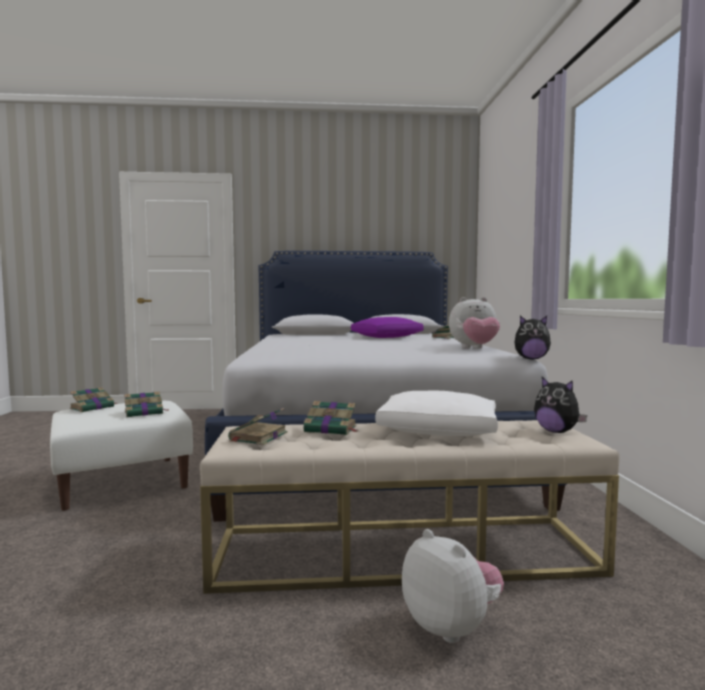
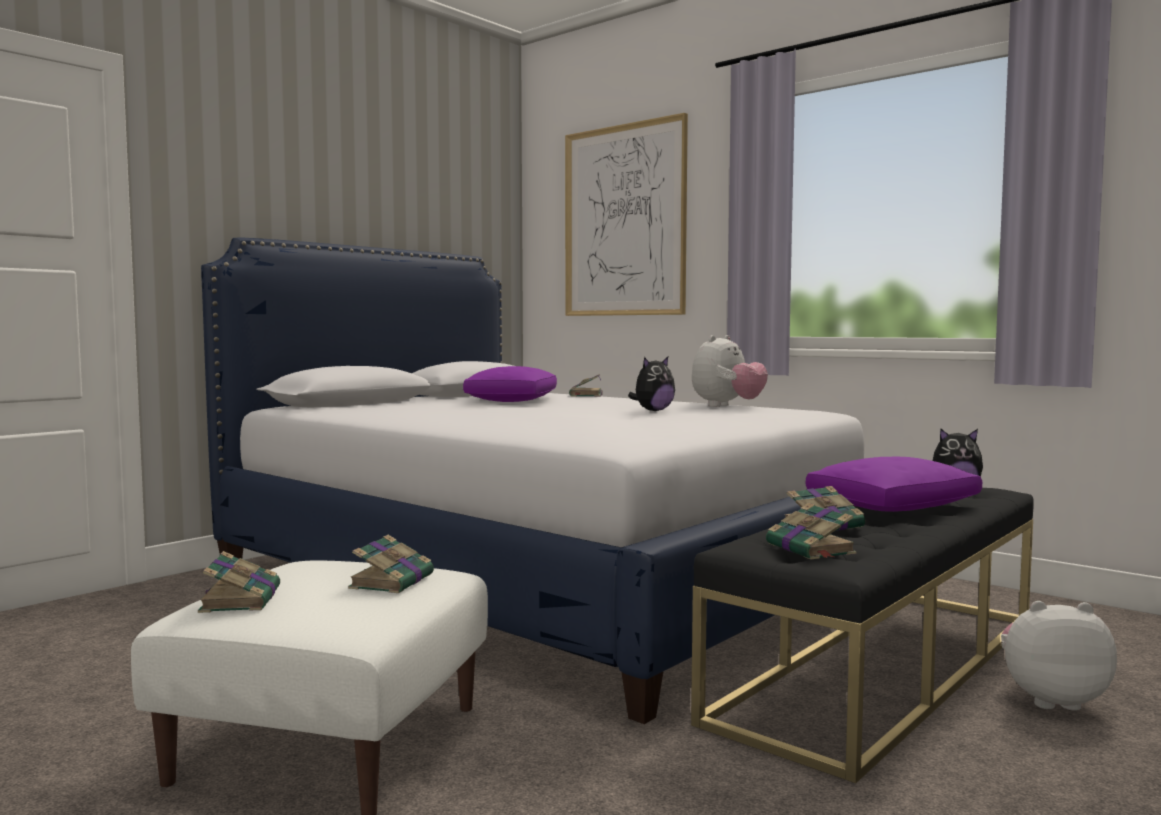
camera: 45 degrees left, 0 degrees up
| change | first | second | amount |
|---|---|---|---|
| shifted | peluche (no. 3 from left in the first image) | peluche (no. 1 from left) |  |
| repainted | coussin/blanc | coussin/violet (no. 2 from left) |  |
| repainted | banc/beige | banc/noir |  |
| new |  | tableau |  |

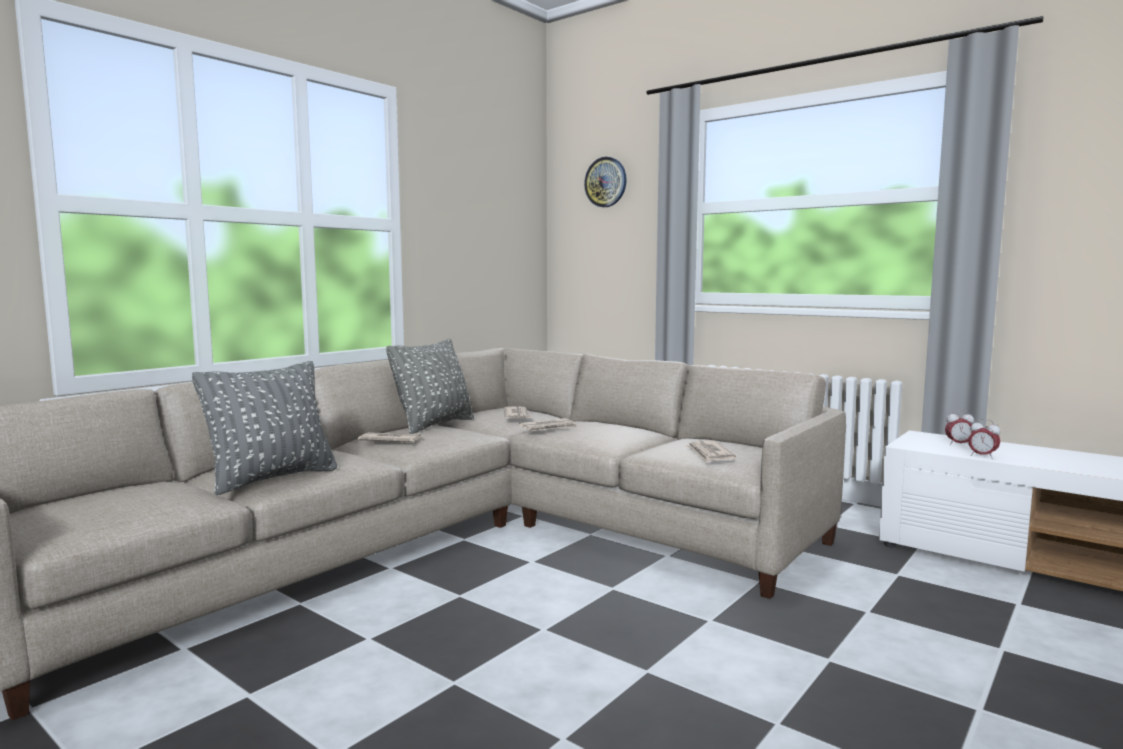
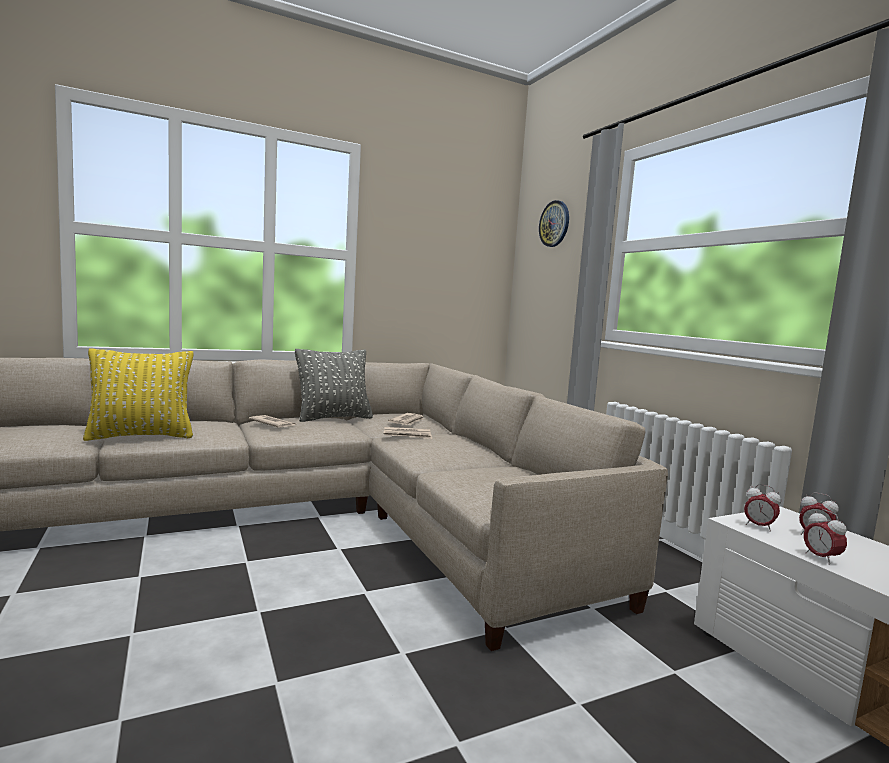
camera: 25 degrees right, 0 degrees up
| change | first | second | amount |
|---|---|---|---|
| repainted | coussin/gris (no. 1 from left) | coussin/jaune |  |
| gone | journal (no. 4 from left) |  |  |
| new |  | réveil (no. 1 from left) |  |

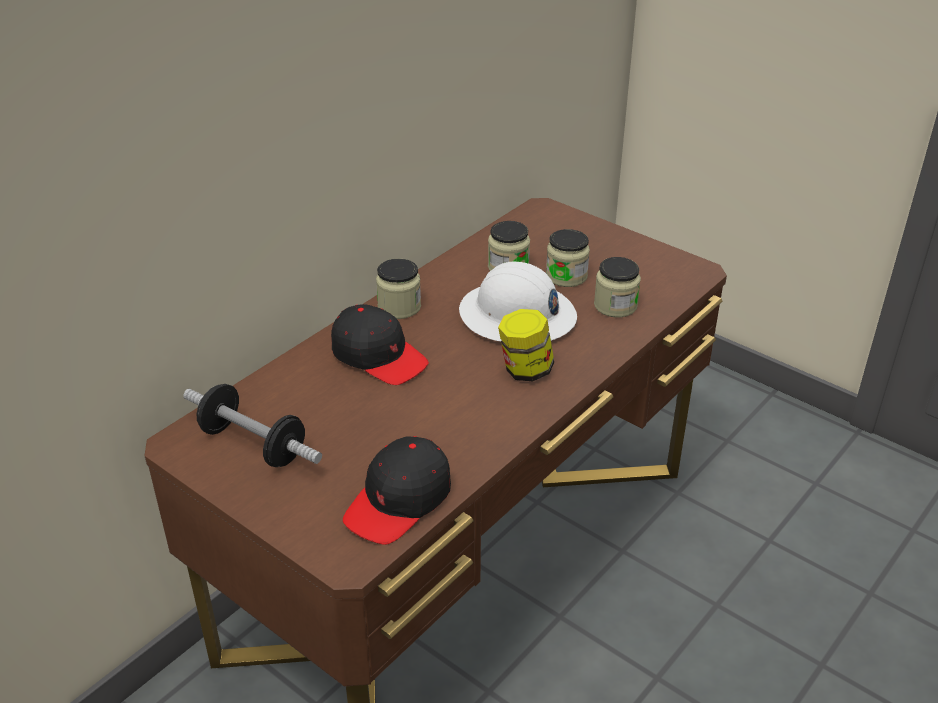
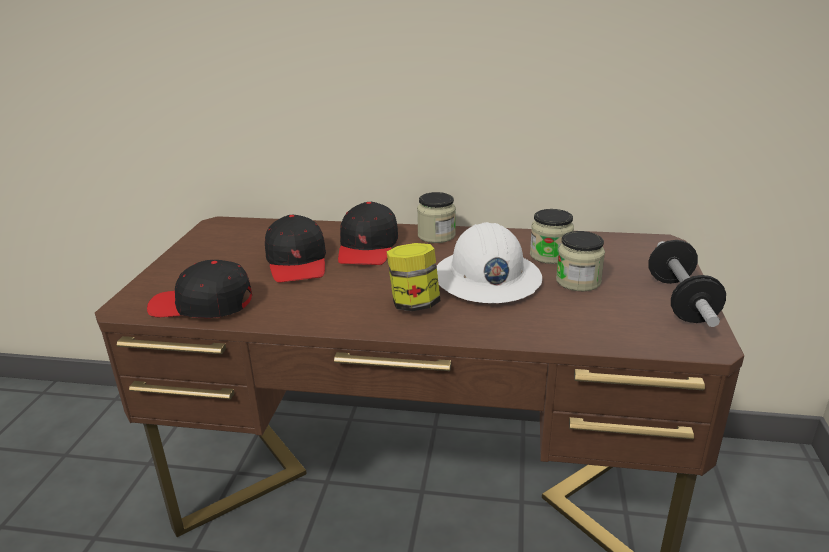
camera: 60 degrees right, 10 degrees down
| change | first | second | amount |
|---|---|---|---|
| gone | bocal (no. 5 from left) |  |  |
| shifted | haltère |  |  |
| new |  | casquette/noir (no. 2 from left) |  |

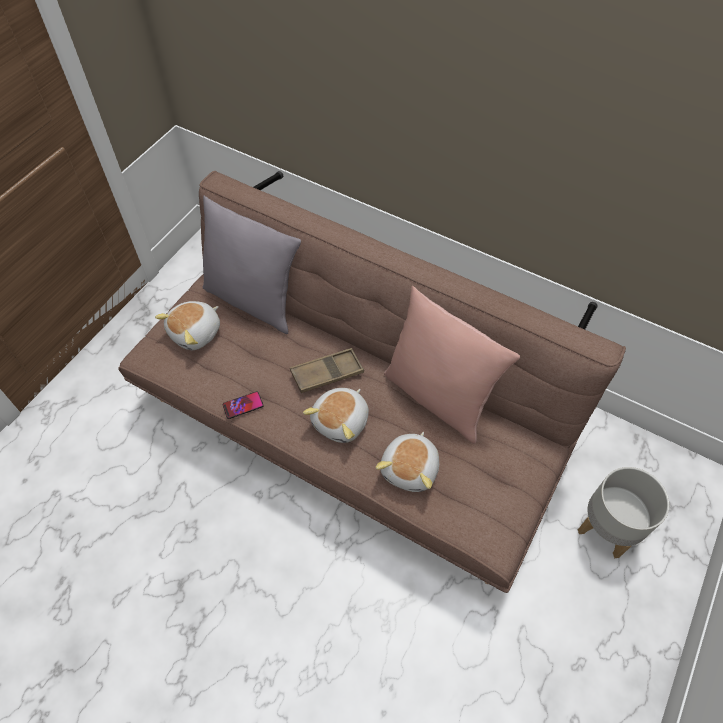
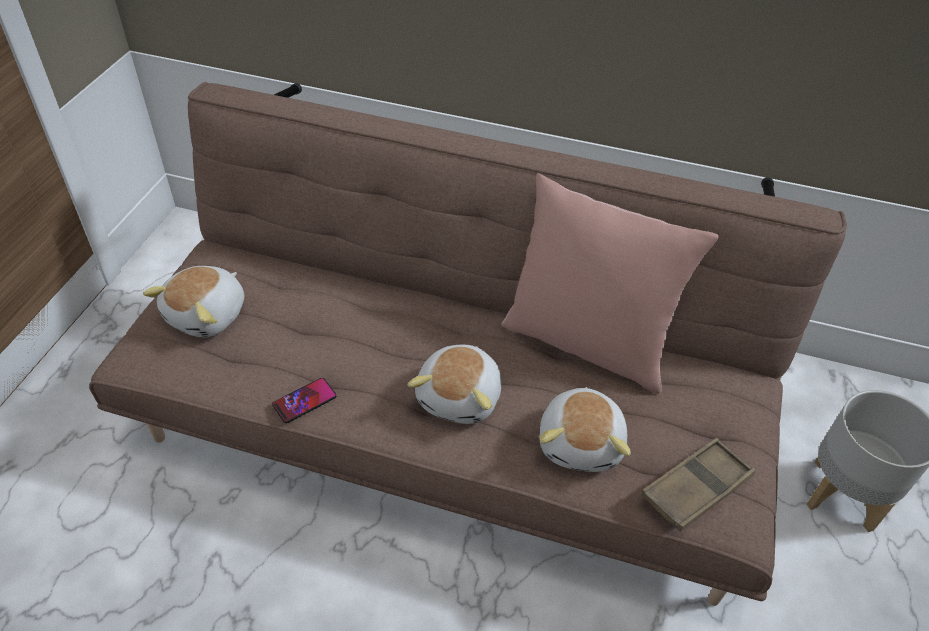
camera: 15 degrees left, 10 degrees down
| change | first | second | amount |
|---|---|---|---|
| gone | coussin/gris |  |  |
| shifted | plateau/marron |  |  |

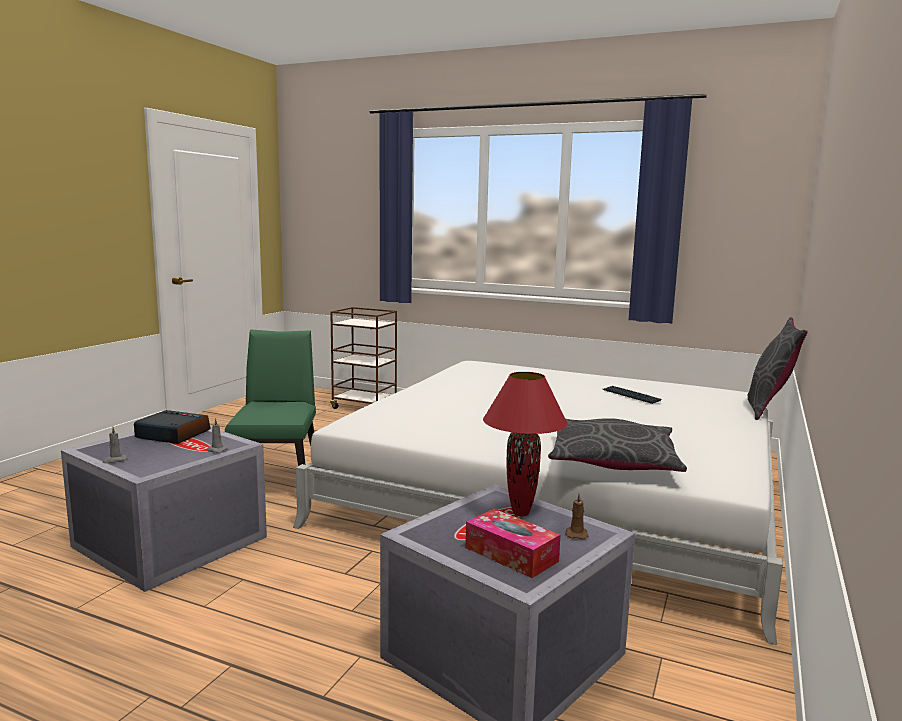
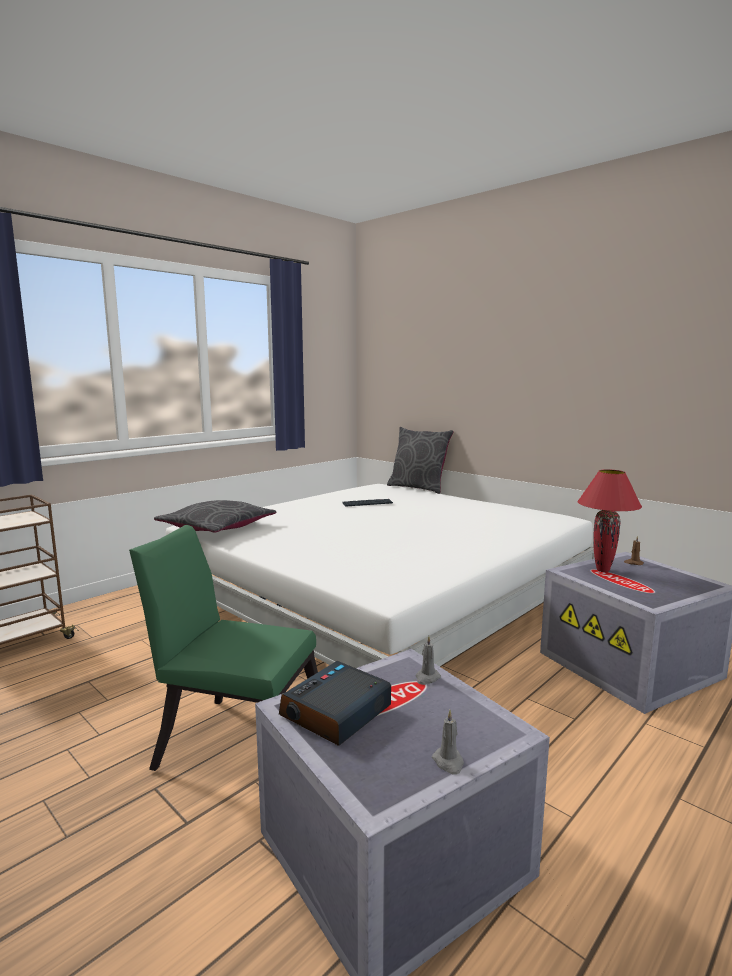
camera: 70 degrees left, 0 degrees up
| change | first | second | amount |
|---|---|---|---|
| shifted | coussin/gris (no. 1 from left) |  |  |
| gone | boîte à mouchoirs |  |  |

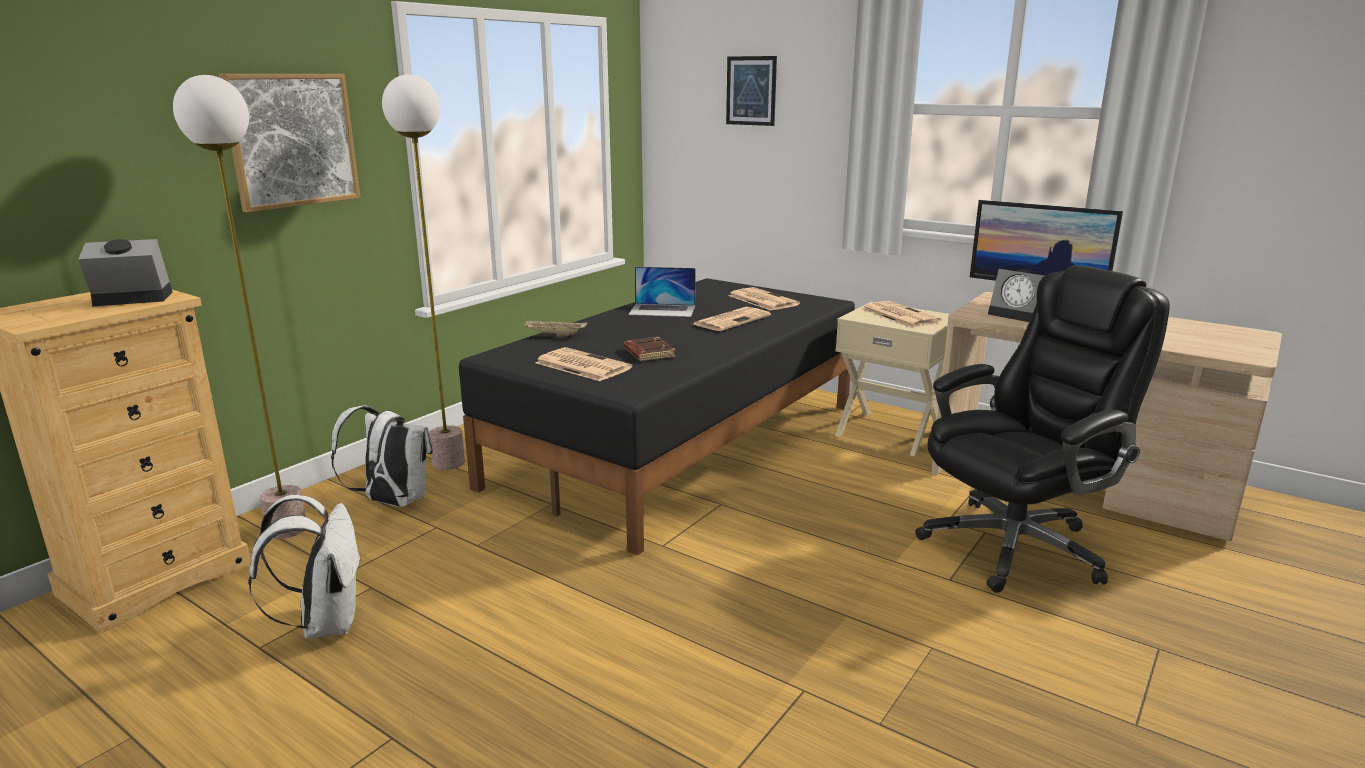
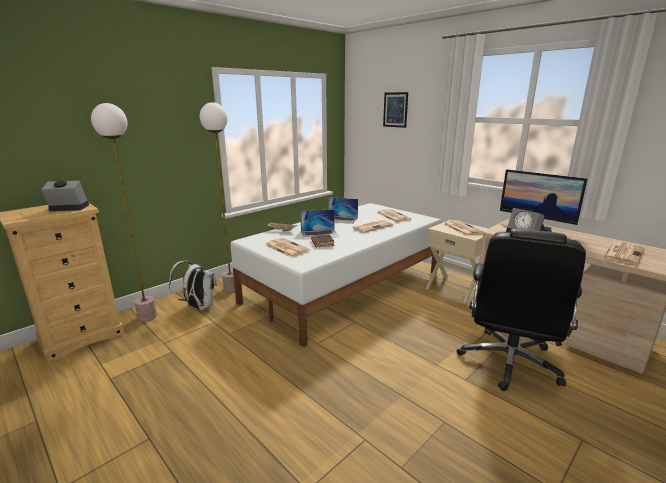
camera: 10 degrees right, 0 degrees up
| change | first | second | amount |
|---|---|---|---|
| gone | tableau (no. 1 from left) |  |  |
| rotated | chaise de bureau/noir |  | 135 degrees clockwise |
| repainted | lit/noir | lit/blanc |  |
| gone | sac à dos/blanc (no. 1 from left) |  |  |
| new |  | ordinateur portable (no. 1 from left) |  |
| new |  | journal (no. 5 from left) |  |

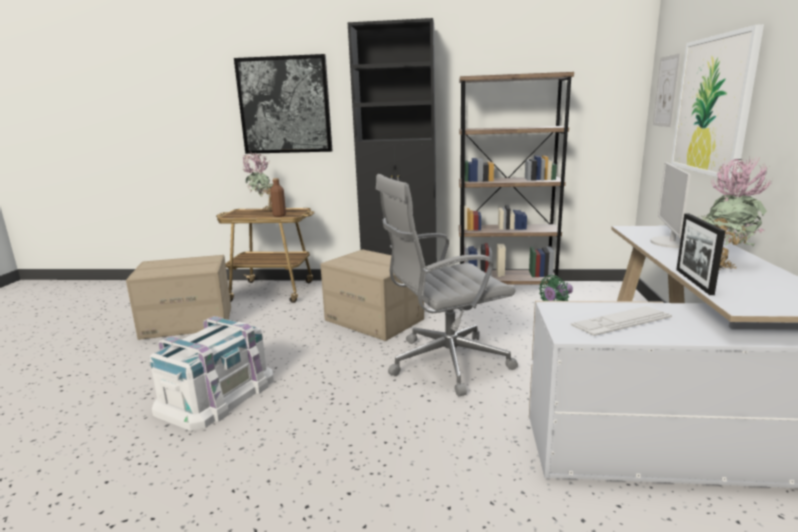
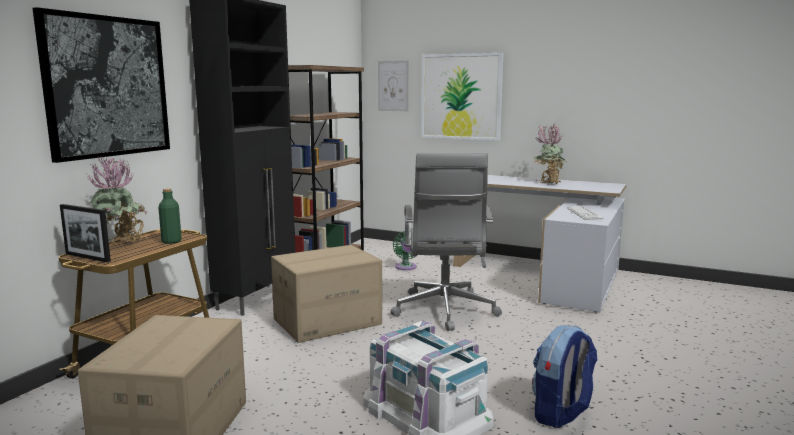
camera: 70 degrees left, 5 degrees down
| change | first | second | amount |
|---|---|---|---|
| gone | écran d'ordinateur |  |  |
| repainted | bouteille/marron | bouteille/vert |  |
| shifted | cadre photo |  |  |
| new |  | sac à dos |  |

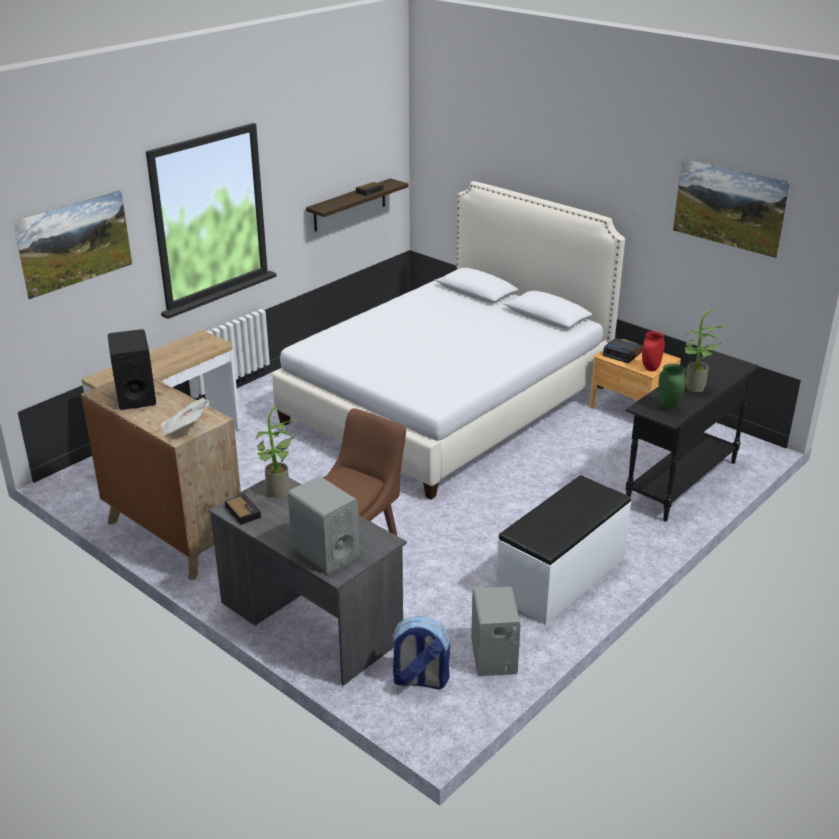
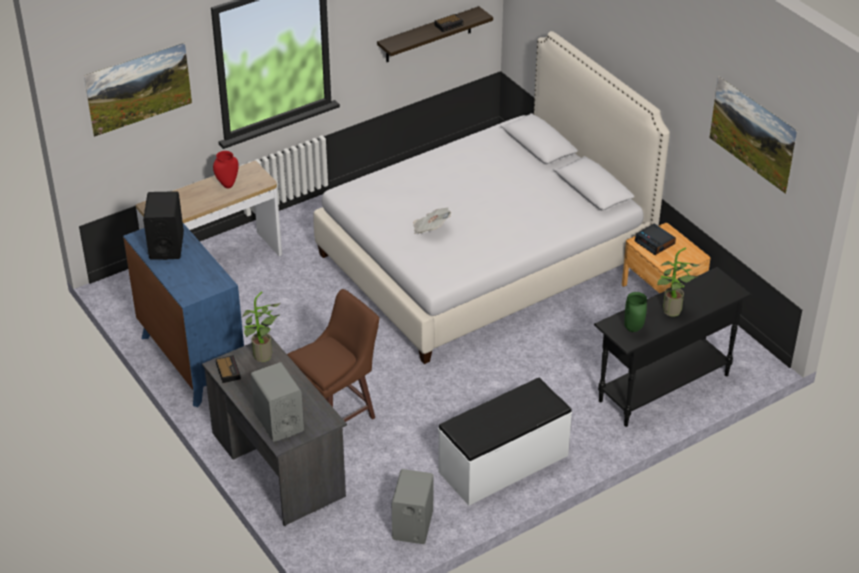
camera: 15 degrees right, 10 degrees up
| change | first | second | amount |
|---|---|---|---|
| shifted | vase/rouge |  |  |
| repainted | commode/marron | commode/bleu |  |
| shifted | journal |  |  |
| gone | sac à dos |  |  |

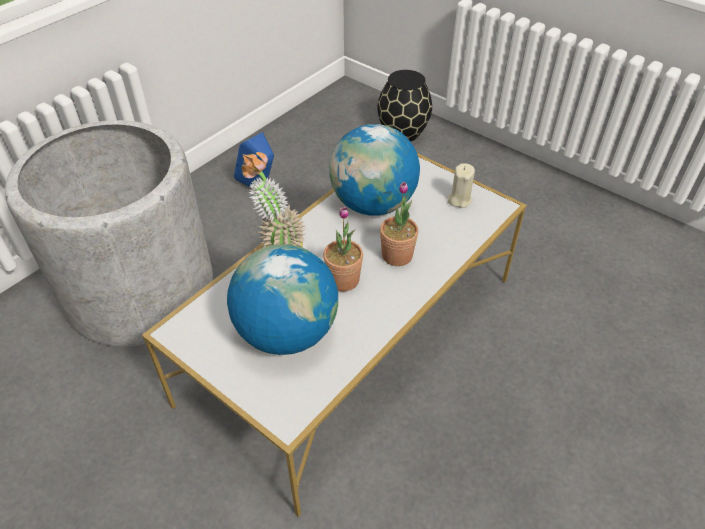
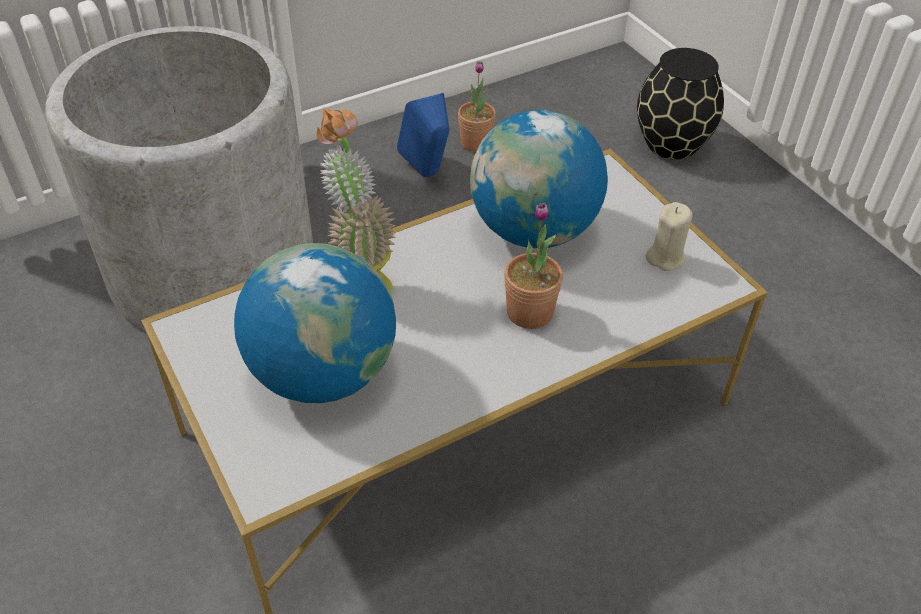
camera: 20 degrees right, 0 degrees up
| change | first | second | amount |
|---|---|---|---|
| shifted | plante en pot (no. 2 from left) |  |  |

